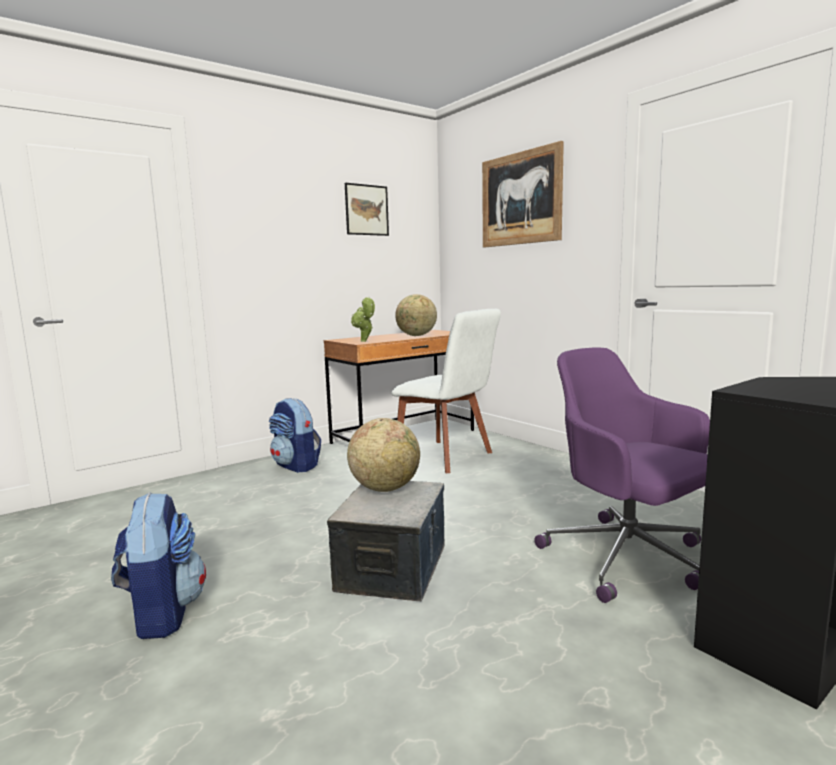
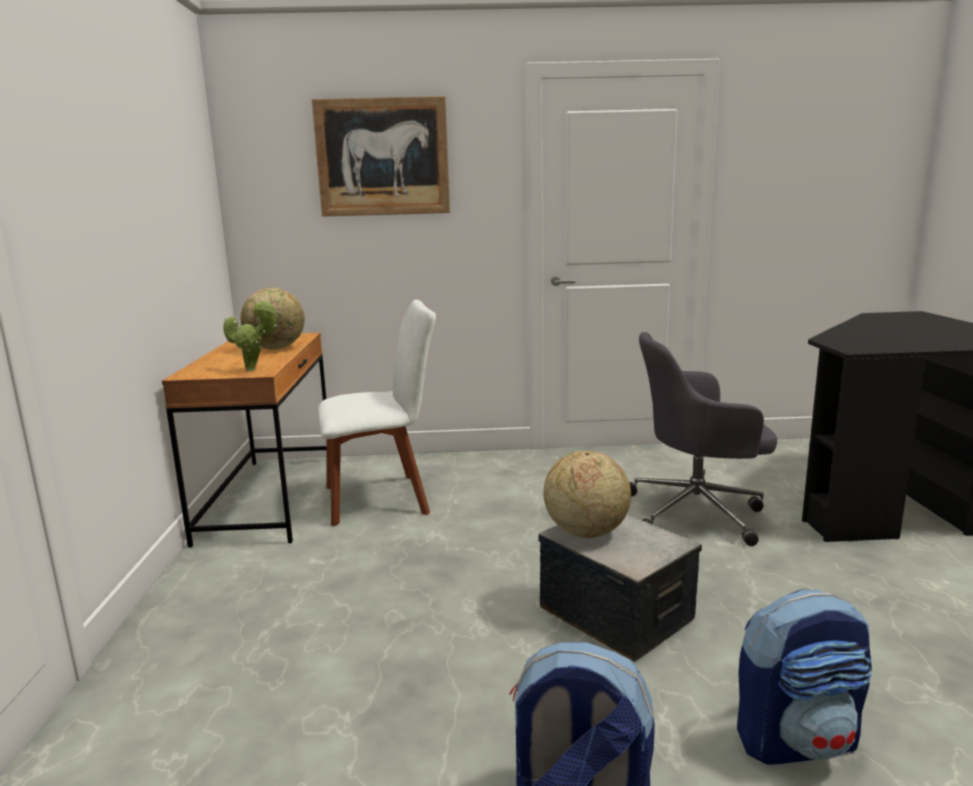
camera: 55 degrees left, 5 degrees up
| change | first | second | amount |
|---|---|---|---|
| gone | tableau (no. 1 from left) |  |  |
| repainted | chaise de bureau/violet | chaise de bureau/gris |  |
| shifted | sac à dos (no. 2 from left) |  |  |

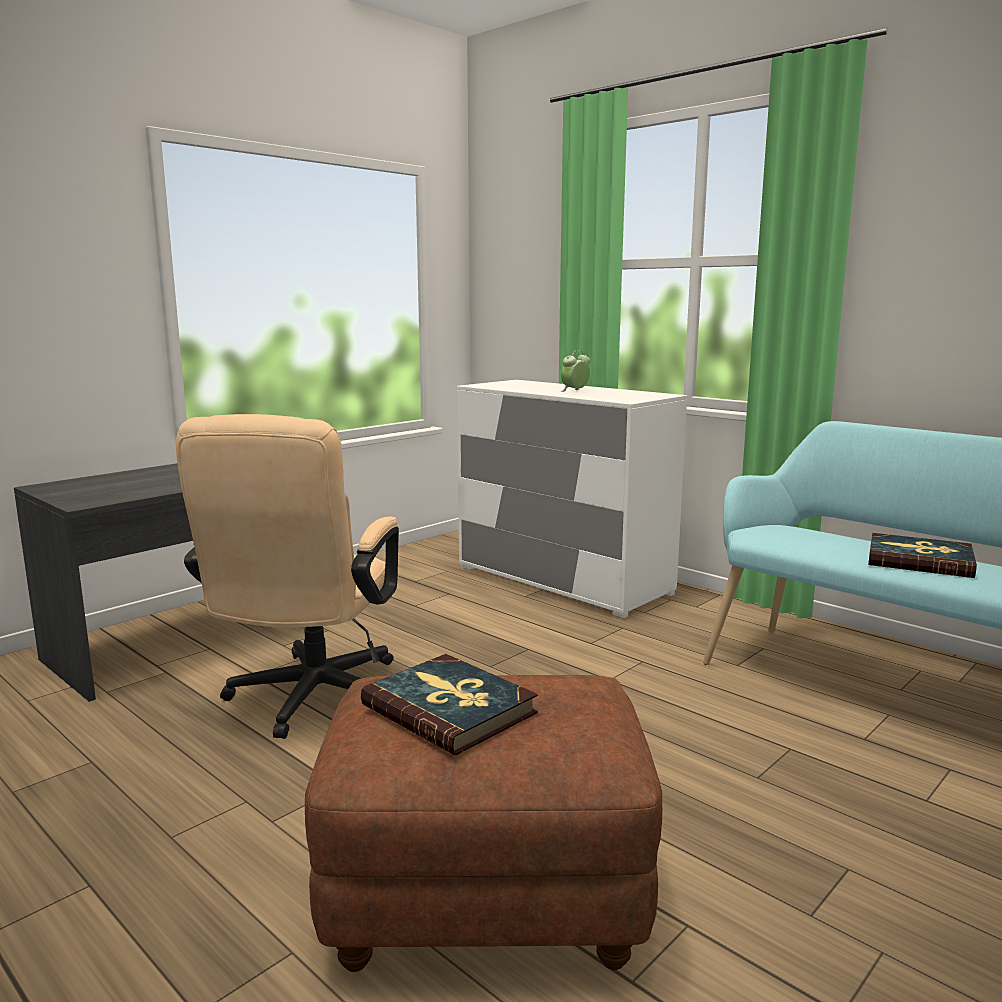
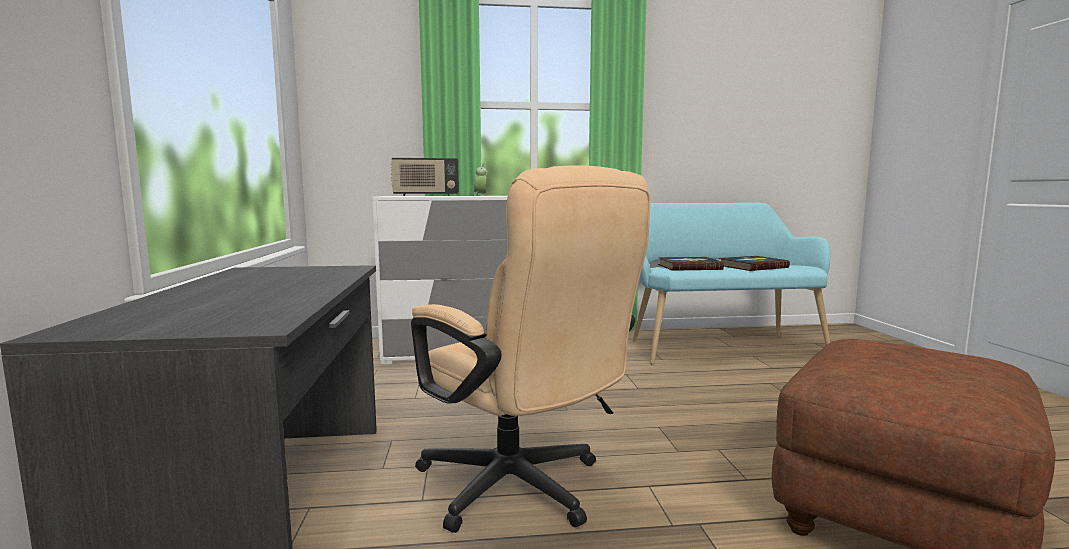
camera: 50 degrees left, 5 degrees down
| change | first | second | amount |
|---|---|---|---|
| shifted | livre (no. 1 from left) |  |  |
| new |  | radio |  |

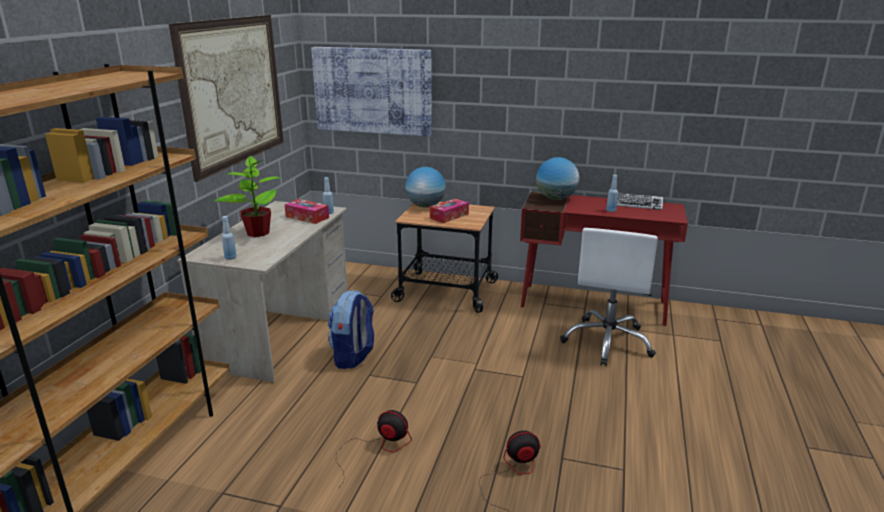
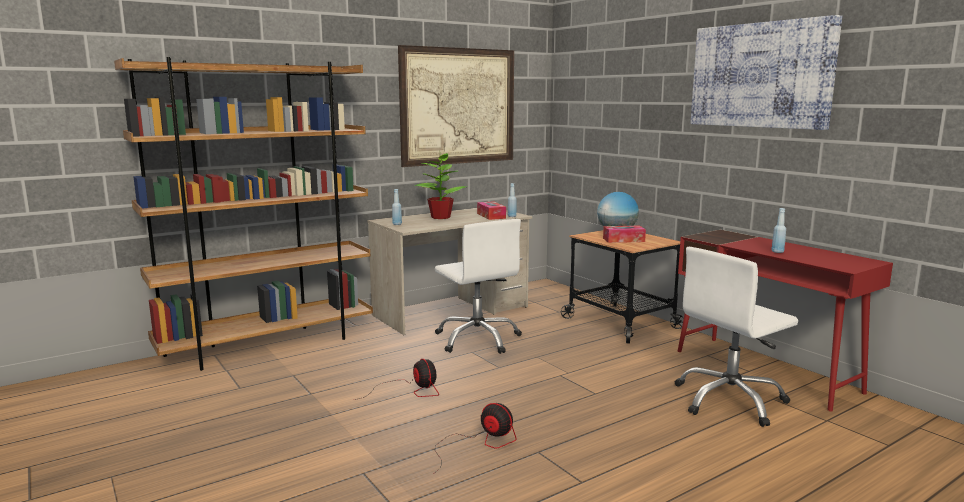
camera: 40 degrees right, 10 degrees down
| change | first | second | amount |
|---|---|---|---|
| shifted | tableau (no. 2 from left) |  |  |
| gone | globe (no. 2 from left) |  |  |
| gone | clavier |  |  |
| swapped | sac à dos | chaise de bureau/blanc (no. 1 from left) |  |

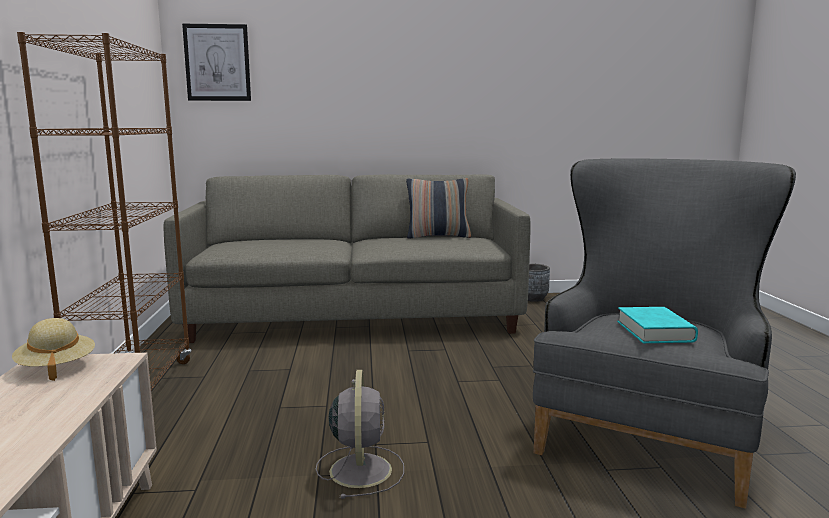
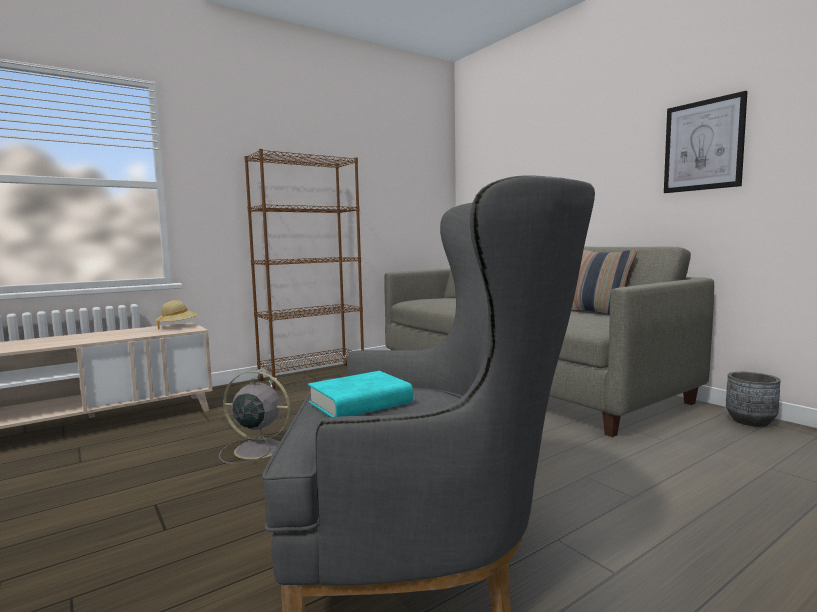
camera: 60 degrees right, 5 degrees down
| change | first | second | amount |
|---|---|---|---|
| shifted | tableau |  |  |
| rotated | ventilateur/gris |  | 135 degrees counterclockwise |

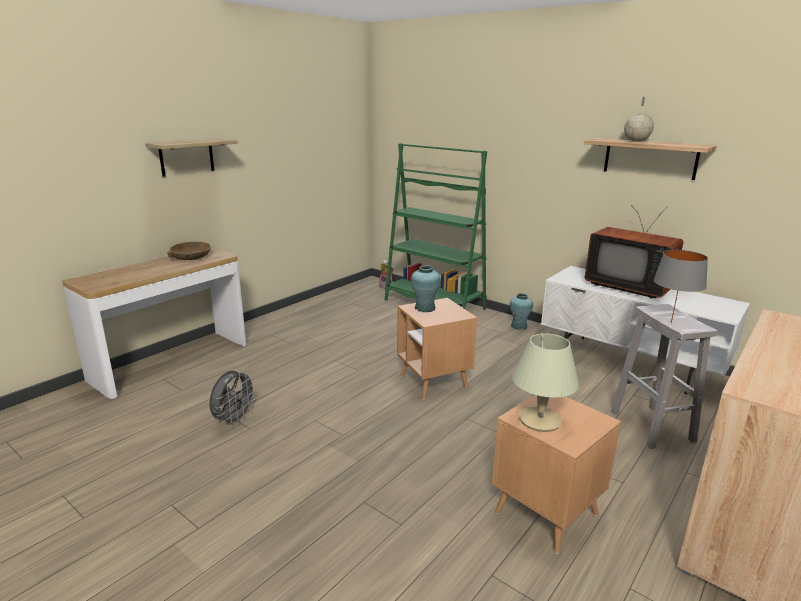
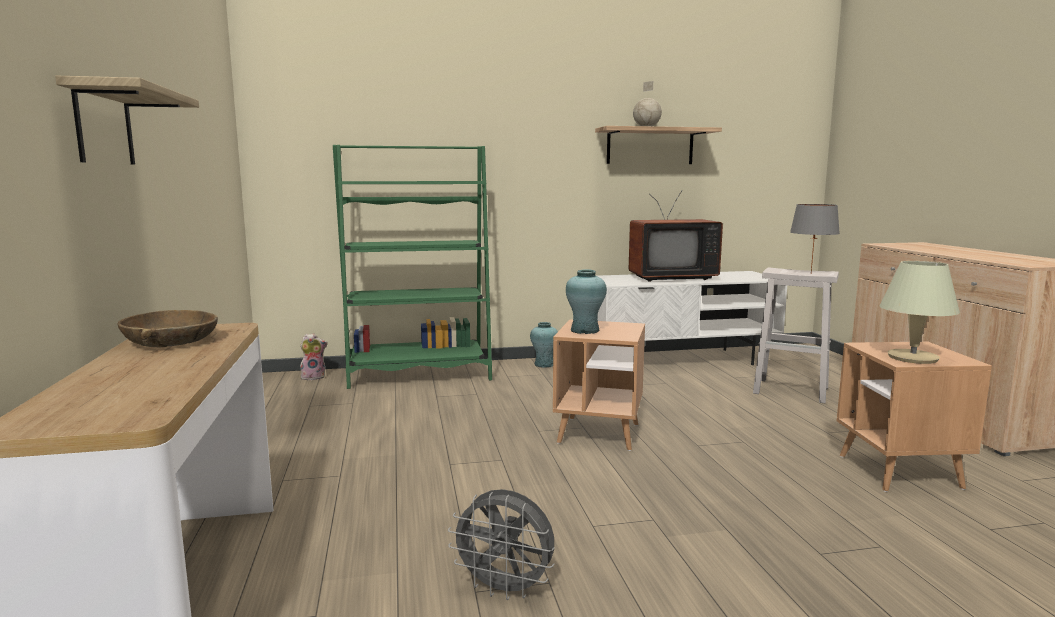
camera: 50 degrees left, 10 degrees down
| change | first | second | amount |
|---|---|---|---|
| rotated | ventilateur/gris |  | 135 degrees clockwise |

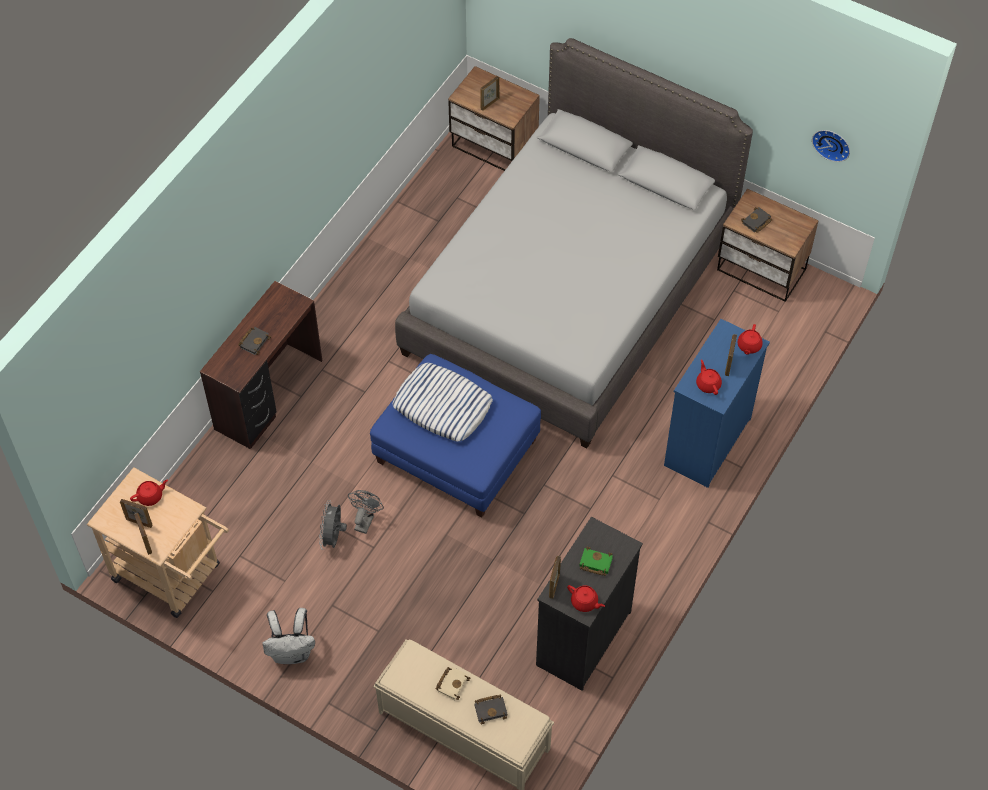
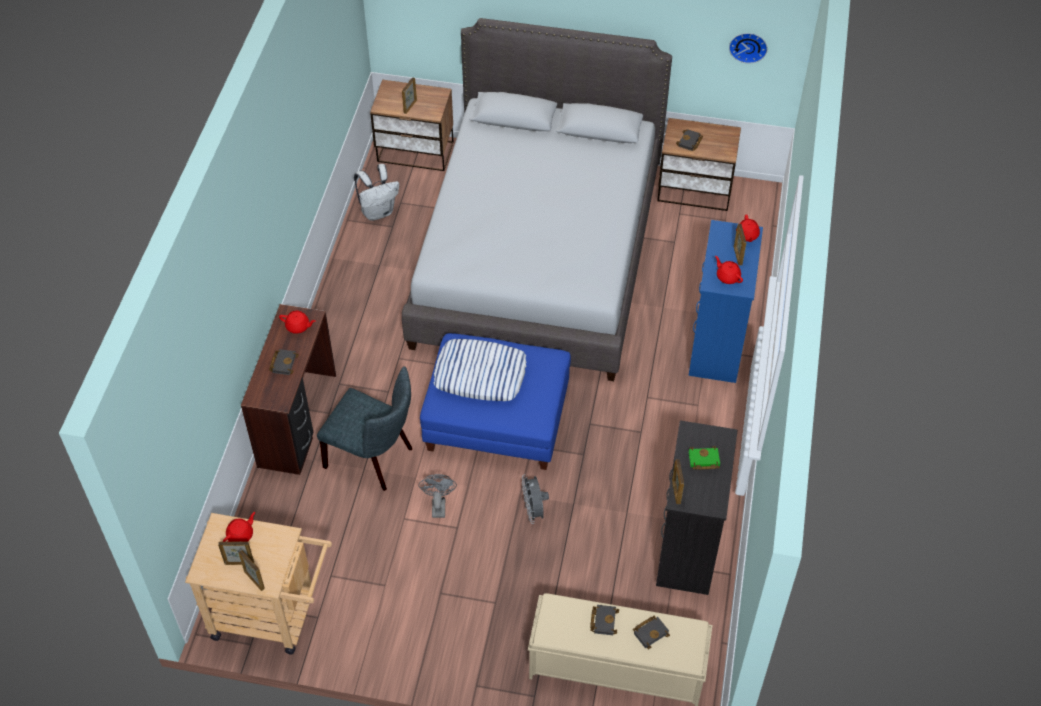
camera: 20 degrees left, 5 degrees down
| change | first | second | amount |
|---|---|---|---|
| shifted | ventilateur/gris (no. 1 from left in the first image) | ventilateur/gris (no. 2 from left) |  |
| shifted | théière/rouge (no. 2 from left) |  |  |
| shifted | sac à dos/blanc |  |  |
| repainted | livre/beige | livre/noir (no. 2 from left) |  |
| new |  | chaise/gris |  |

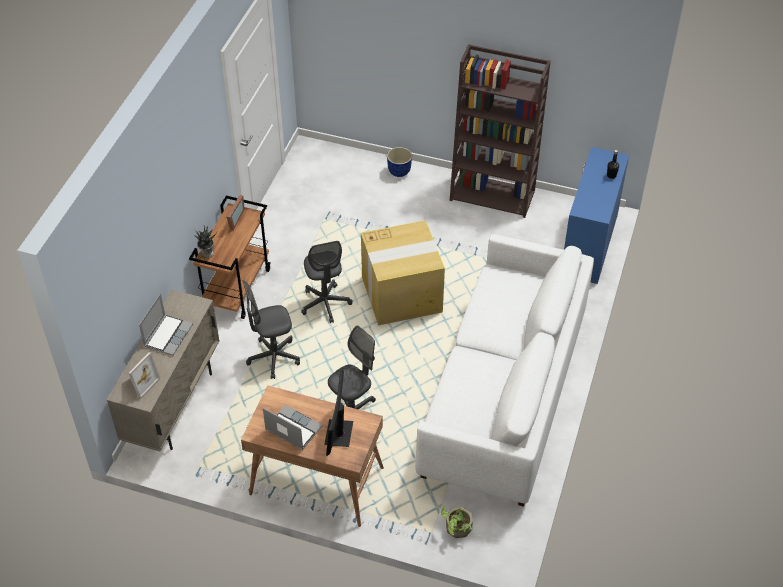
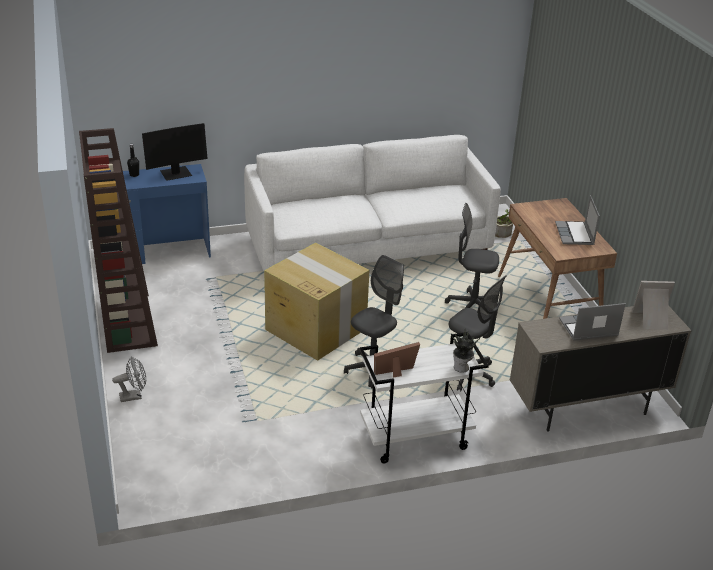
camera: 125 degrees left, 15 degrees down
| change | first | second | amount |
|---|---|---|---|
| swapped | cache-pot | ventilateur/gris |  |
| repainted | chariot/marron | chariot/blanc |  |
| shifted | écran d'ordinateur |  |  |

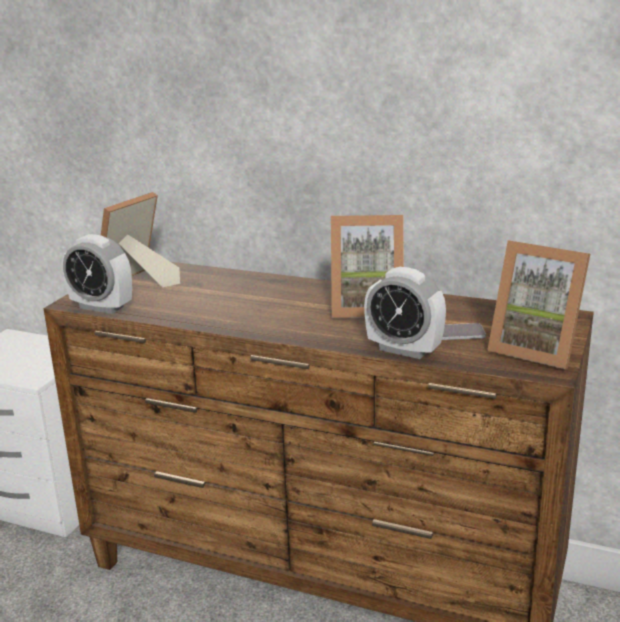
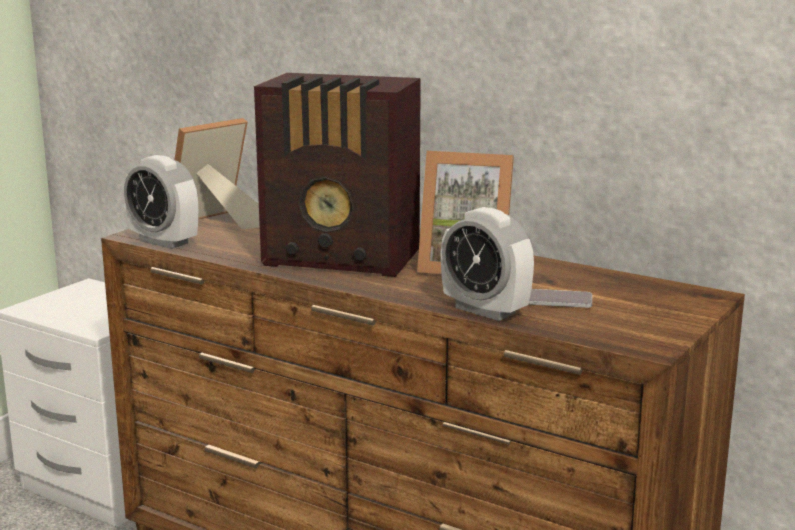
camera: 10 degrees right, 5 degrees down
| change | first | second | amount |
|---|---|---|---|
| gone | cadre photo (no. 3 from left) |  |  |
| new |  | radio |  |

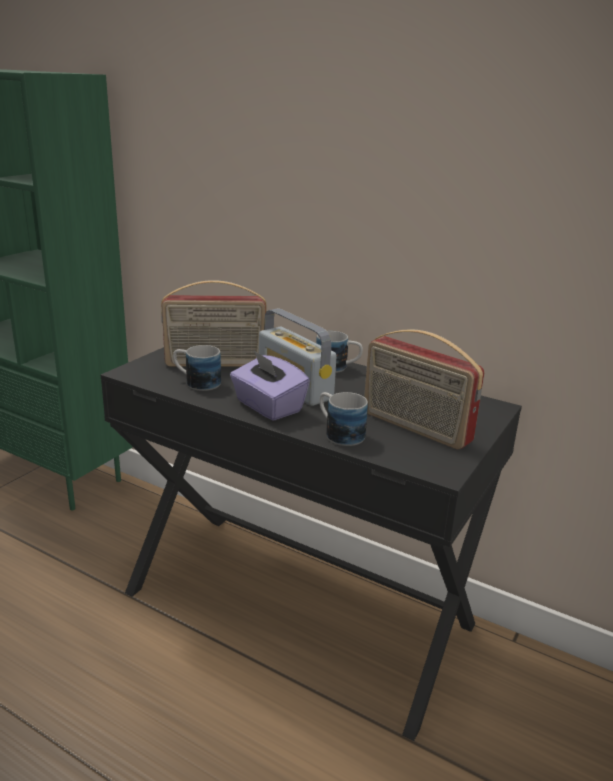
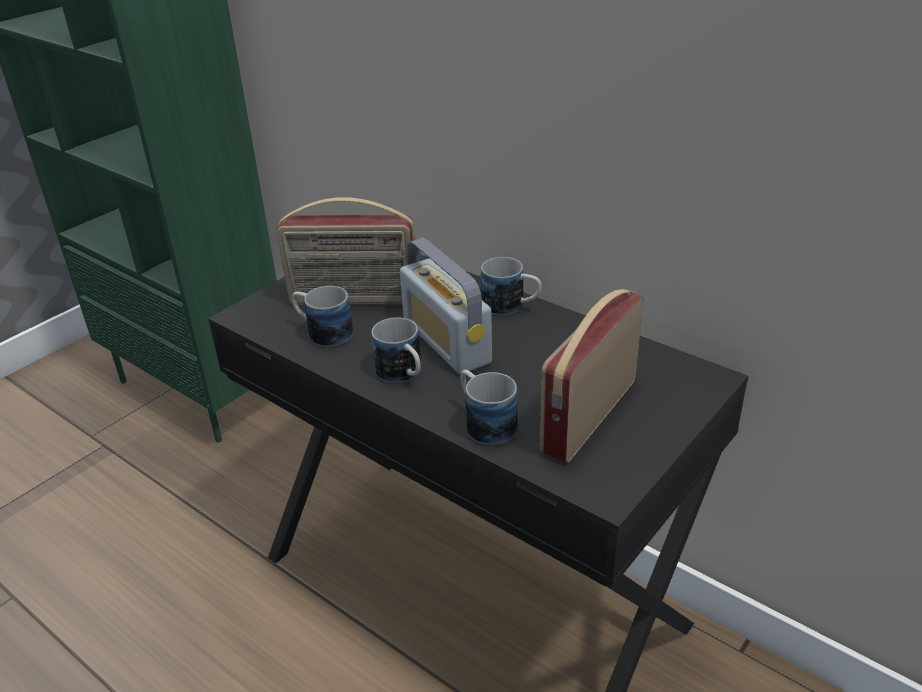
camera: 10 degrees right, 10 degrees up
| change | first | second | amount |
|---|---|---|---|
| rotated | radio (no. 3 from left) |  | 75 degrees clockwise |
| swapped | boîte à mouchoirs/violet | mug (no. 2 from left) |  |

